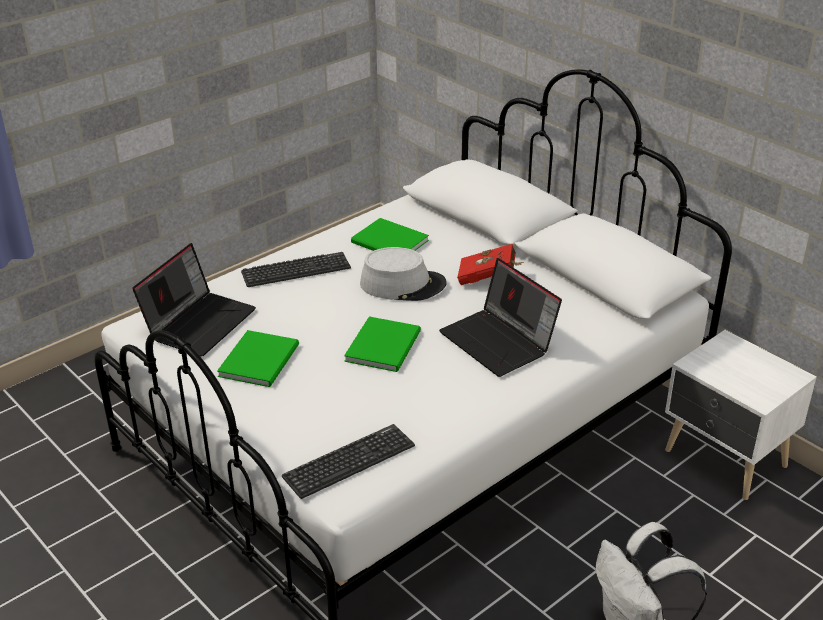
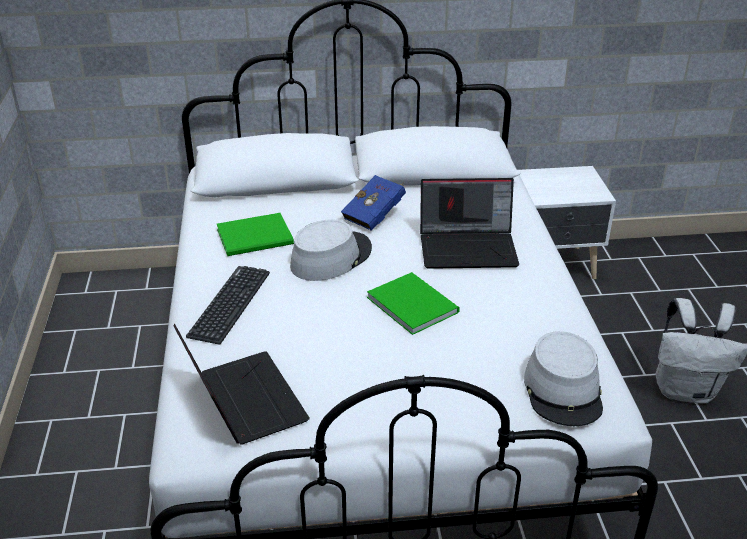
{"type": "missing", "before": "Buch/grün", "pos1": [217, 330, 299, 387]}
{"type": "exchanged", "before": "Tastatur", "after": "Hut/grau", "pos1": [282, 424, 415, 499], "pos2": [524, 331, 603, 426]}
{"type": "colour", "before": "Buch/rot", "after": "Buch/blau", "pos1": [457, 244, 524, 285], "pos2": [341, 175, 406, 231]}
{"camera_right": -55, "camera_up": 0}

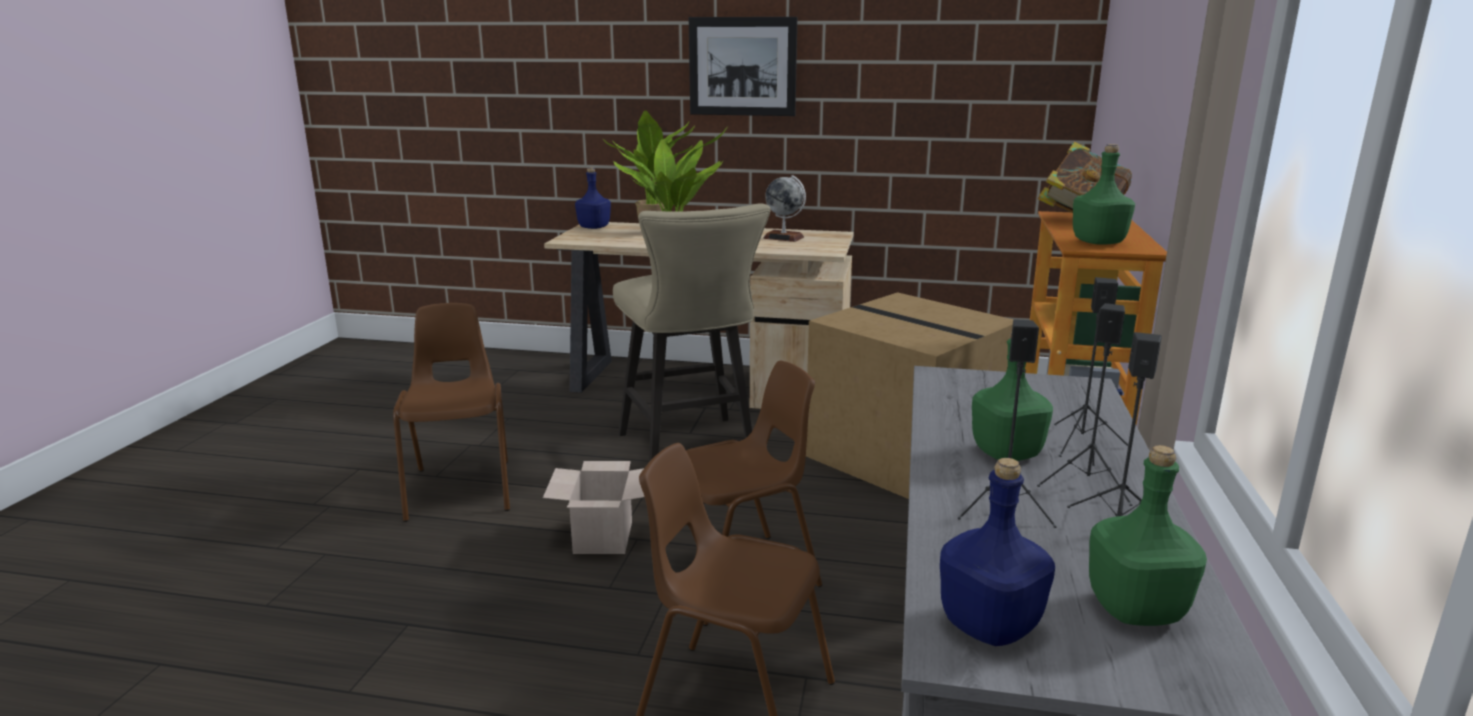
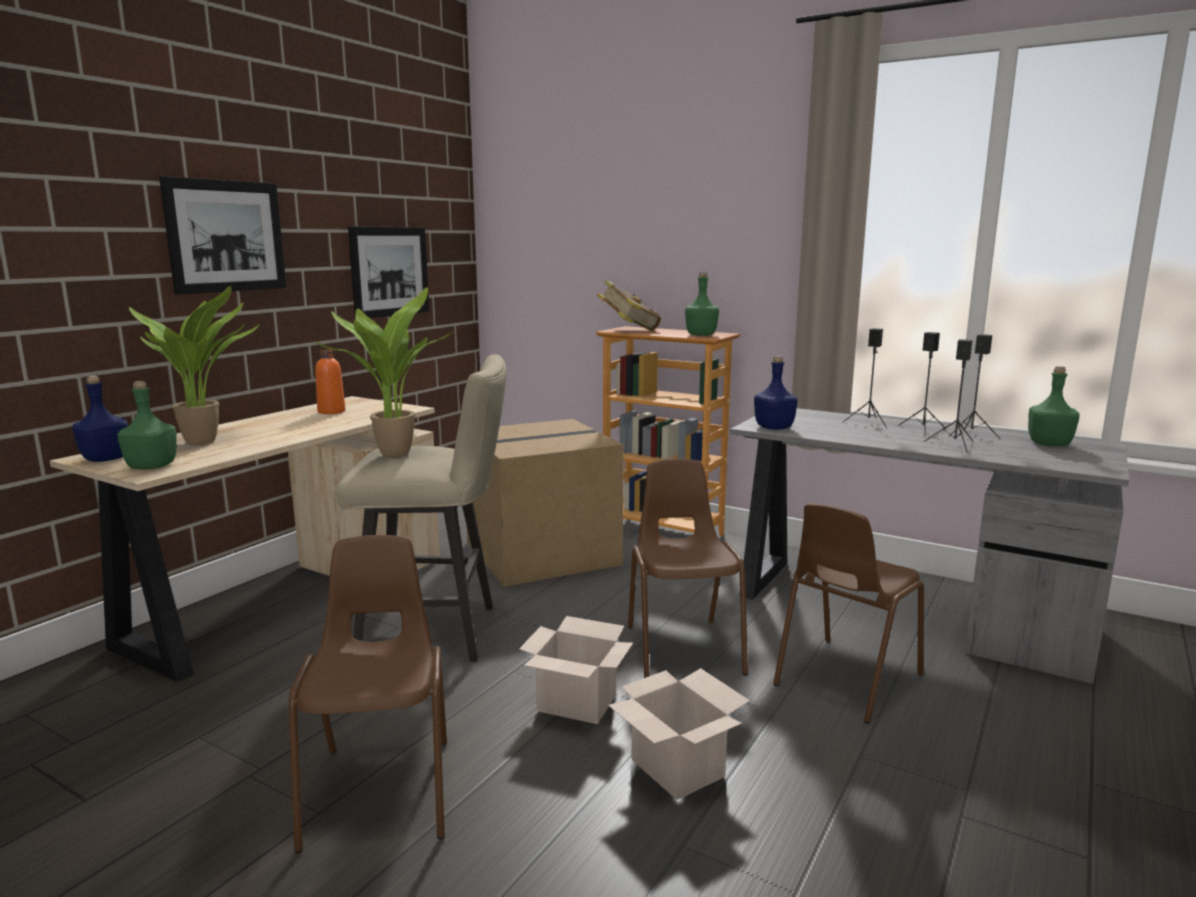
{"type": "appeared", "after": "Bild", "pos2": [348, 226, 429, 319]}
{"type": "appeared", "after": "Karton", "pos2": [608, 668, 750, 800]}
{"type": "relocated", "before": "Flasche/blau", "pos1": [940, 458, 1055, 646], "pos2": [754, 356, 798, 430]}
{"type": "relocated", "before": "Flasche/grün", "pos1": [972, 332, 1053, 461], "pos2": [117, 381, 177, 469]}
{"type": "exchanged", "before": "Globus", "after": "Flasche/orange", "pos1": [763, 175, 806, 242], "pos2": [315, 349, 345, 414]}
{"type": "spun", "before": "Stuhl/braun", "pos1": [393, 303, 510, 522], "pos2": [289, 535, 447, 853], "turn": 75}
{"camera_right": -70, "camera_up": -5}

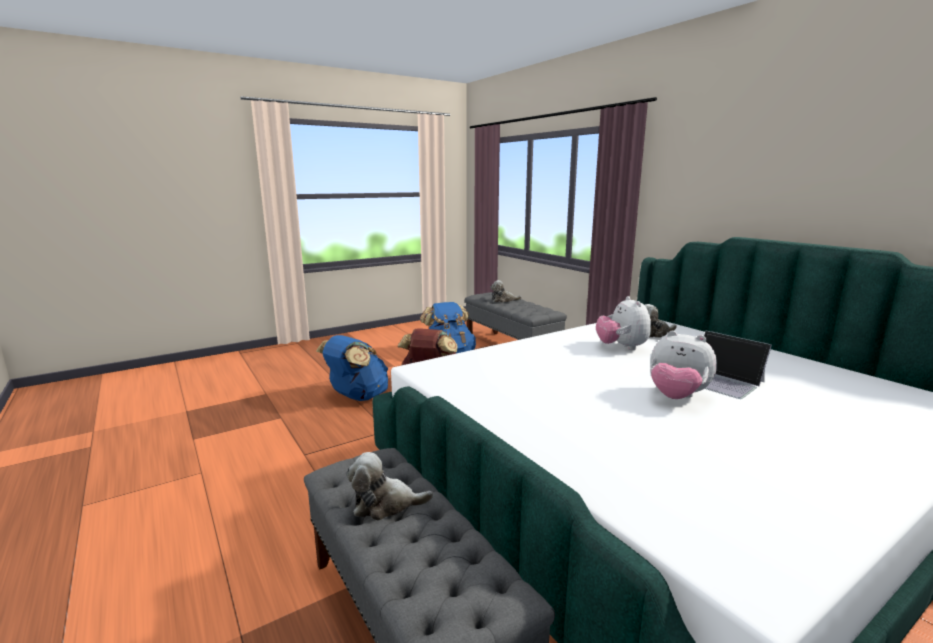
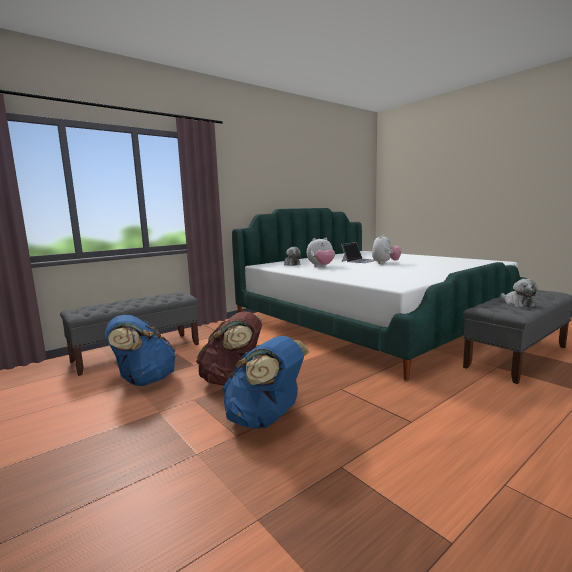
{"type": "missing", "before": "Plüschtier", "pos1": [490, 280, 522, 303]}
{"camera_right": -95, "camera_up": -5}

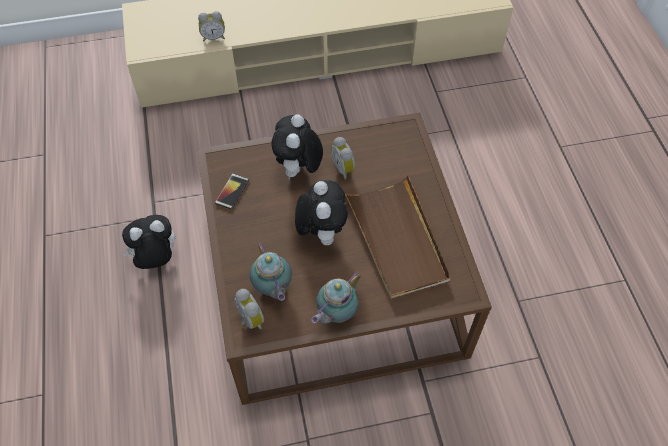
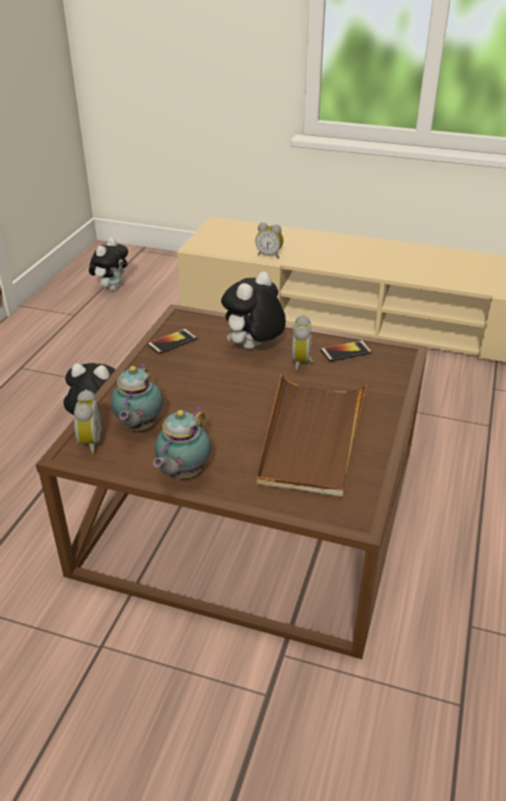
{"type": "appeared", "after": "Handy", "pos2": [321, 341, 372, 362]}
{"type": "relocated", "before": "Plüschtier", "pos1": [295, 180, 348, 245], "pos2": [89, 238, 128, 291]}
{"type": "spun", "before": "Teekanne", "pos1": [311, 272, 361, 324], "pos2": [153, 407, 211, 479], "turn": -45}
{"camera_right": 30, "camera_up": -20}

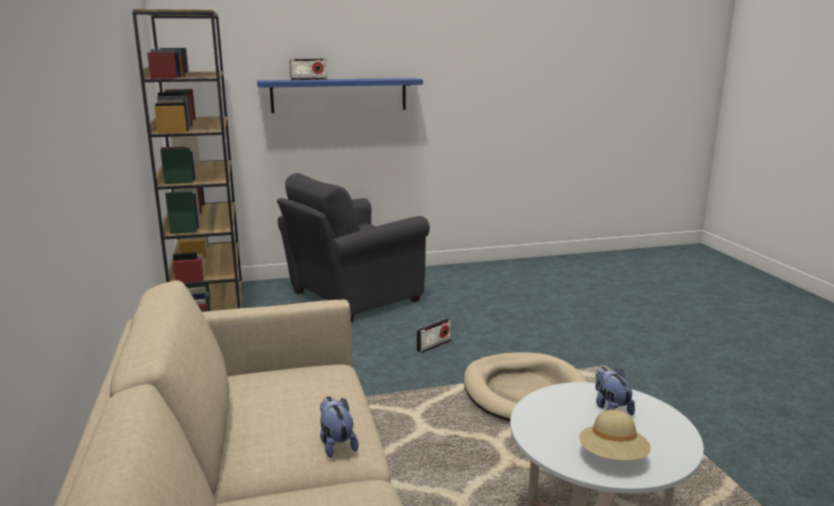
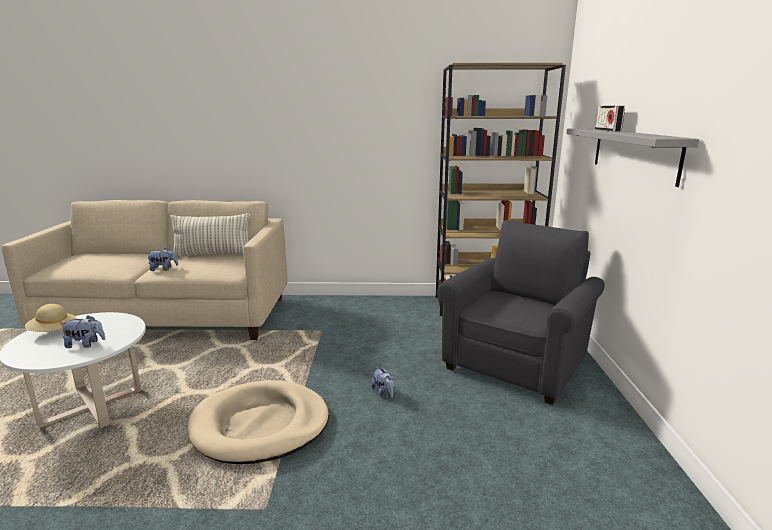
{"type": "appeared", "after": "Kissen", "pos2": [170, 213, 250, 258]}
{"type": "exchanged", "before": "Radio", "after": "Plüschtier", "pos1": [416, 318, 451, 353], "pos2": [371, 366, 394, 398]}
{"type": "colour", "before": "Wandregal/blau", "after": "Wandregal/grau", "pos1": [257, 78, 423, 113], "pos2": [566, 129, 699, 187]}
{"type": "spun", "before": "Sessel/grau", "pos1": [277, 173, 430, 322], "pos2": [438, 220, 605, 405], "turn": 60}
{"camera_right": 105, "camera_up": 0}

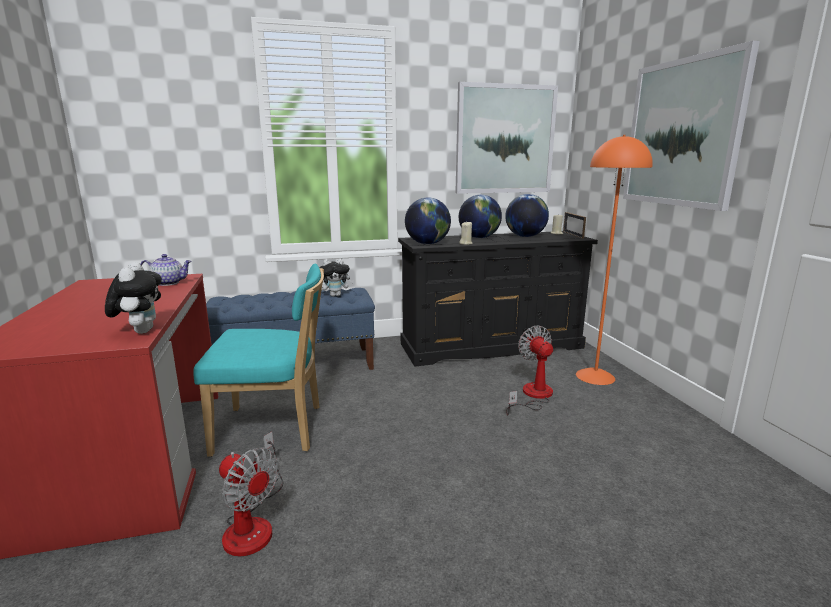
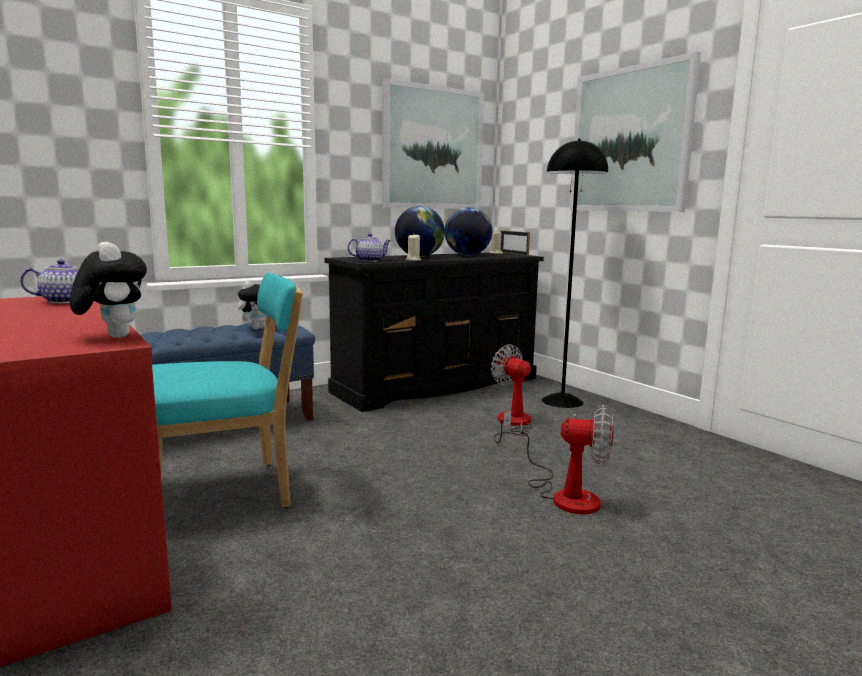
{"type": "relocated", "before": "Ventilator", "pos1": [219, 432, 283, 557], "pos2": [520, 405, 614, 514]}
{"type": "exchanged", "before": "Globus", "after": "Teekanne", "pos1": [405, 197, 451, 244], "pos2": [347, 233, 391, 262]}
{"type": "colour", "before": "Stehlampe/orange", "after": "Stehlampe/schwarz", "pos1": [576, 135, 653, 385], "pos2": [542, 139, 608, 408]}
{"camera_right": -20, "camera_up": -5}

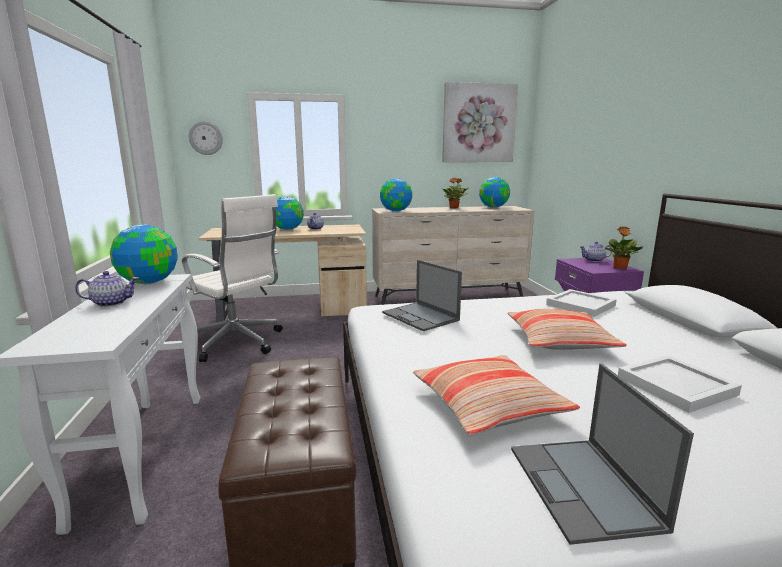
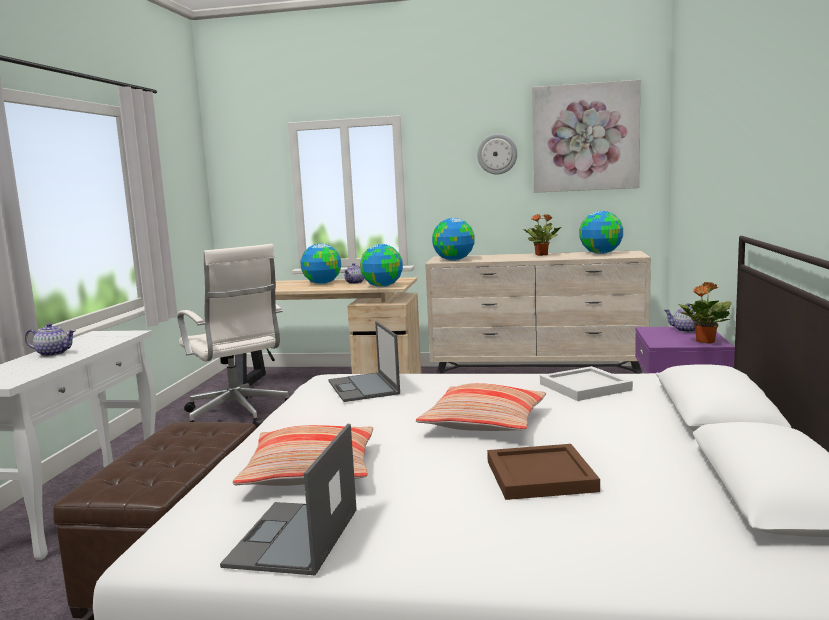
{"type": "relocated", "before": "Globus", "pos1": [110, 224, 178, 284], "pos2": [360, 244, 403, 287]}
{"type": "relocated", "before": "Wanduhr", "pos1": [189, 121, 223, 155], "pos2": [477, 134, 517, 175]}
{"type": "colour", "before": "Tablett/weiß", "after": "Tablett/braun", "pos1": [618, 355, 742, 413], "pos2": [487, 444, 600, 500]}
{"camera_right": 20, "camera_up": -5}

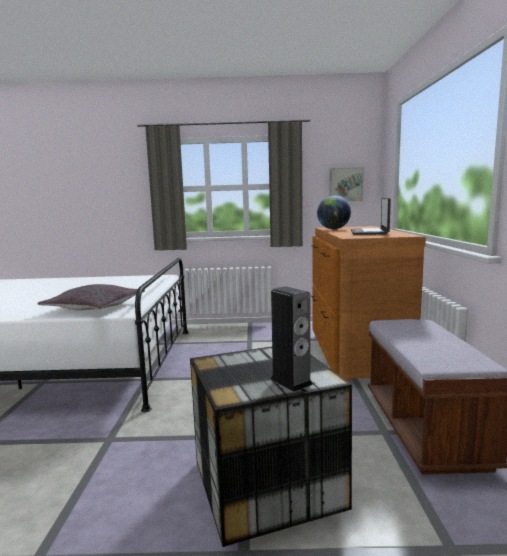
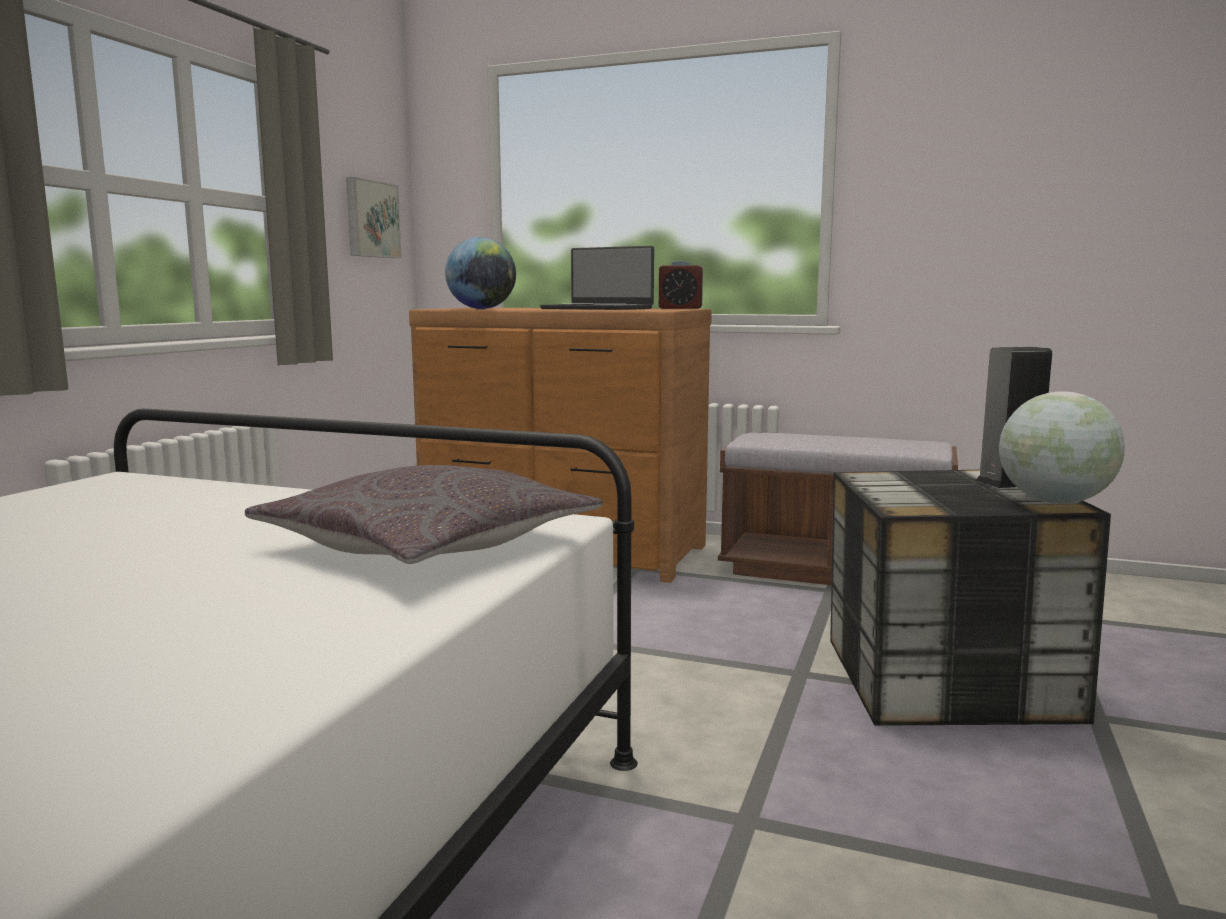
{"type": "appeared", "after": "Wecker", "pos2": [659, 261, 703, 309]}
{"type": "appeared", "after": "Globus", "pos2": [999, 391, 1125, 504]}
{"camera_right": -70, "camera_up": 0}

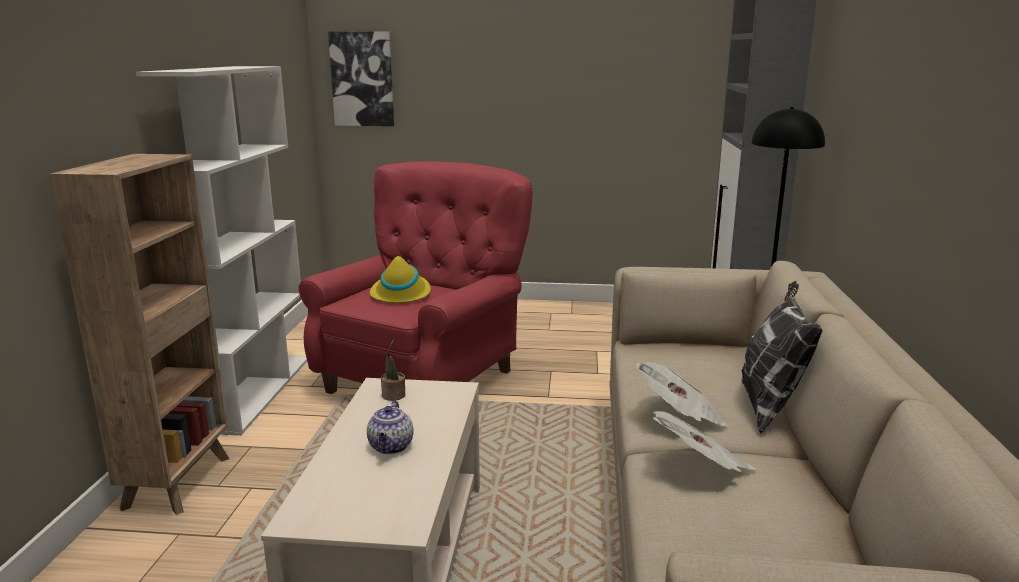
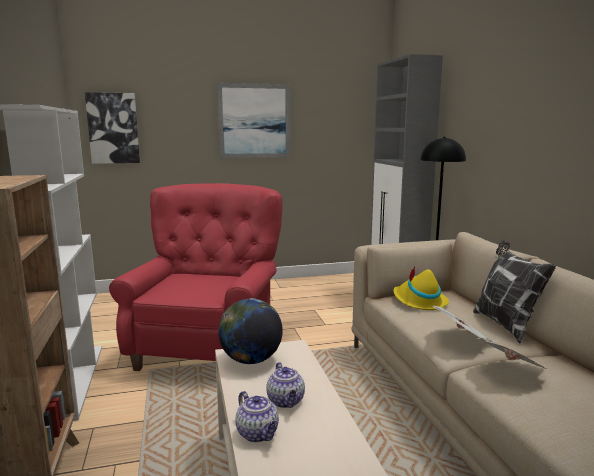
{"type": "appeared", "after": "Bild", "pos2": [217, 83, 290, 158]}
{"type": "appeared", "after": "Teekanne", "pos2": [235, 391, 279, 442]}
{"type": "relocated", "before": "Hut/gelb", "pos1": [370, 250, 431, 304], "pos2": [393, 267, 449, 310]}
{"type": "exchanged", "before": "Topfpflanze", "after": "Globus", "pos1": [381, 340, 405, 401], "pos2": [218, 298, 283, 364]}
{"camera_right": -20, "camera_up": -5}

